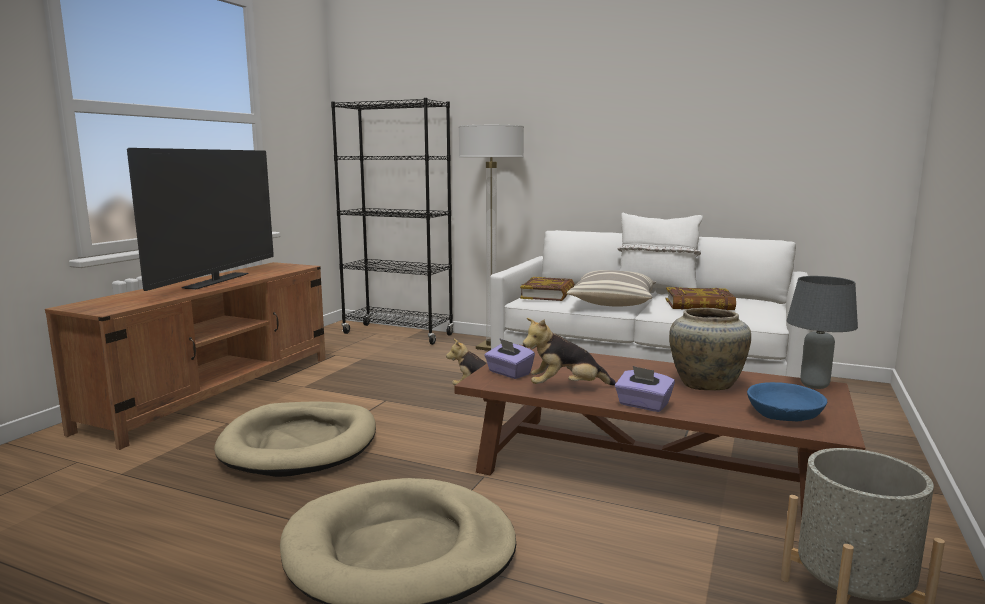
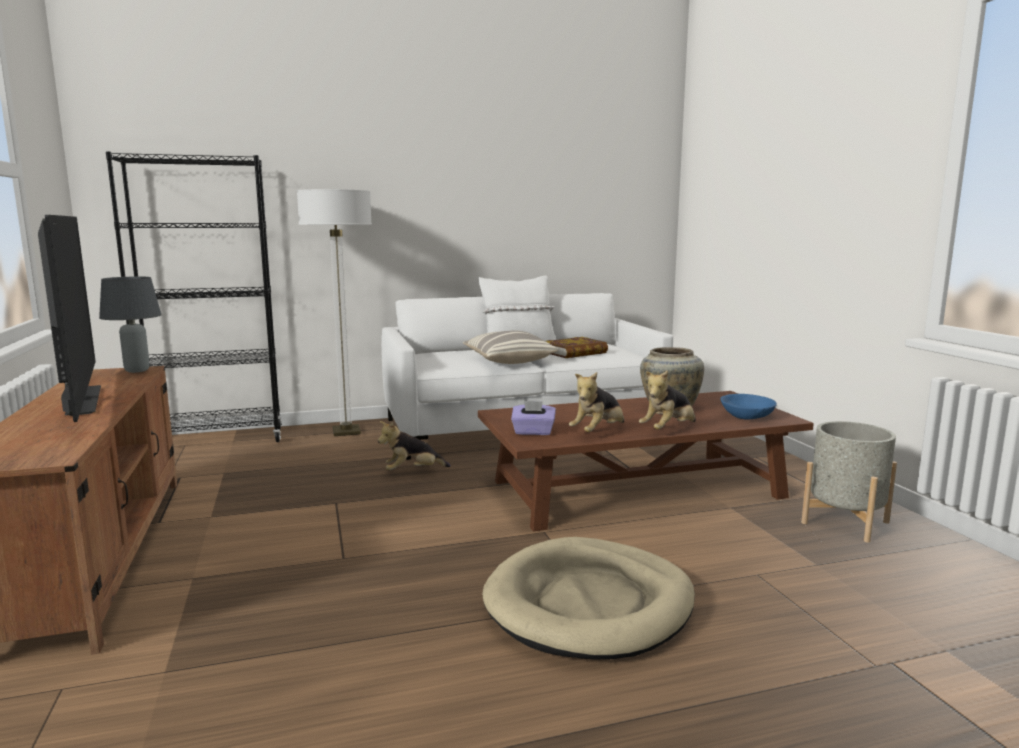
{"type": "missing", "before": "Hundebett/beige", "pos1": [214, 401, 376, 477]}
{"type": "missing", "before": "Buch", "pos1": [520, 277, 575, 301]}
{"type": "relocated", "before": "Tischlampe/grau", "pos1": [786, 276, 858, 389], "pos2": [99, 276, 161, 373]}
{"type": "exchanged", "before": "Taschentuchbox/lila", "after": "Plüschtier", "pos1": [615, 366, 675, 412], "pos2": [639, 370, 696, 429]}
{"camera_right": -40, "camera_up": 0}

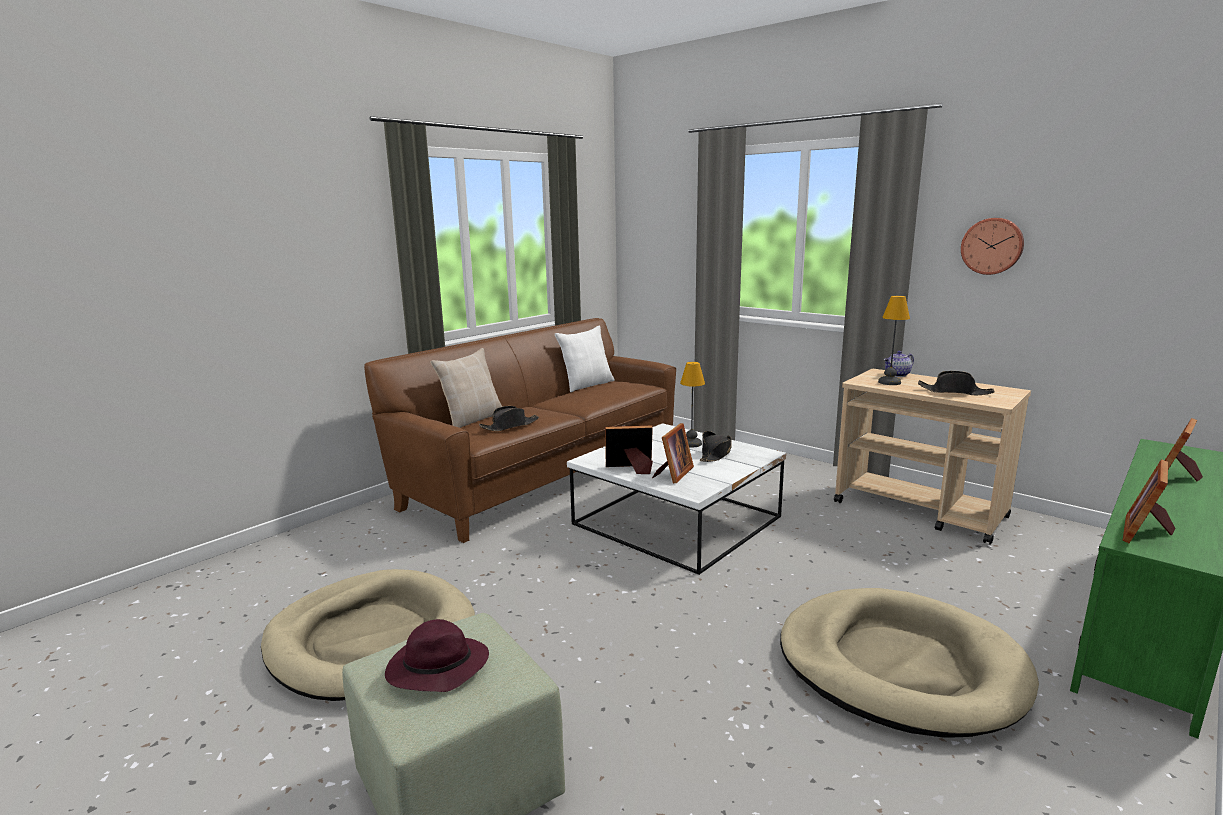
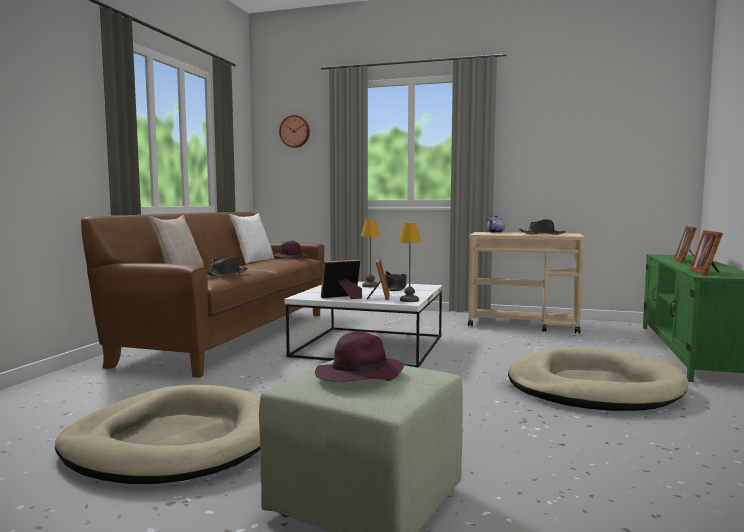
{"type": "appeared", "after": "Hut/lila", "pos2": [273, 240, 308, 259]}
{"type": "relocated", "before": "Tischlampe", "pos1": [878, 296, 910, 385], "pos2": [399, 223, 421, 302]}
{"type": "relocated", "before": "Wanduhr", "pos1": [961, 218, 1024, 275], "pos2": [279, 115, 310, 148]}
{"camera_right": -25, "camera_up": -10}

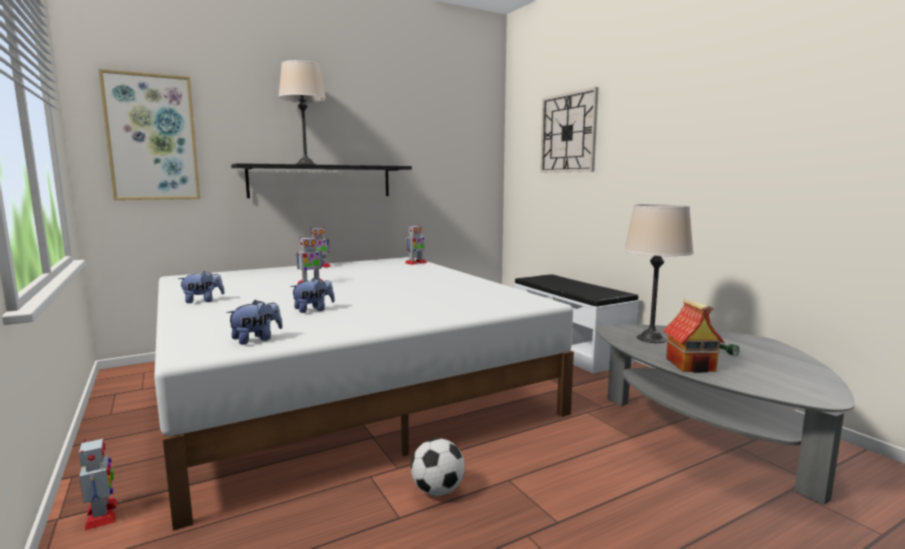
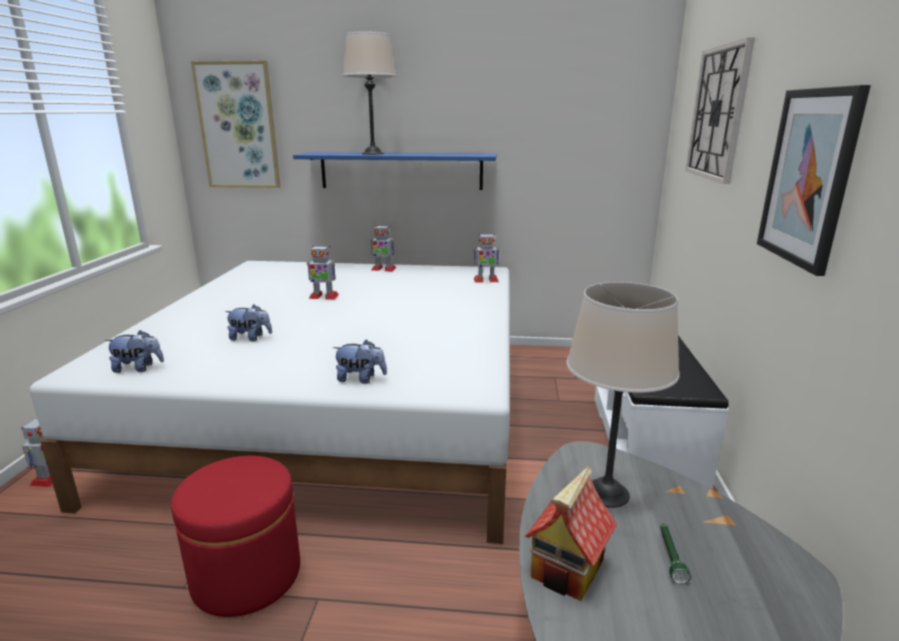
{"type": "appeared", "after": "Bild", "pos2": [757, 85, 871, 276]}
{"type": "relocated", "before": "Plüschtier", "pos1": [178, 271, 225, 303], "pos2": [333, 340, 387, 384]}
{"type": "exchanged", "before": "Fußball", "after": "Polsterhocker/rot", "pos1": [411, 438, 465, 496], "pos2": [171, 456, 300, 617]}
{"type": "colour", "before": "Wandregal/schwarz", "after": "Wandregal/blau", "pos1": [231, 163, 412, 198], "pos2": [293, 152, 497, 190]}
{"camera_right": 35, "camera_up": 10}

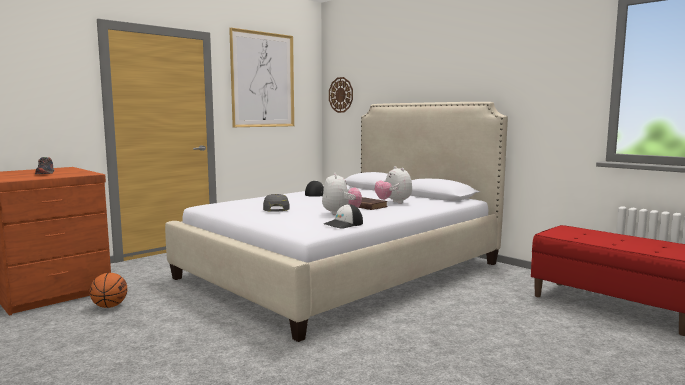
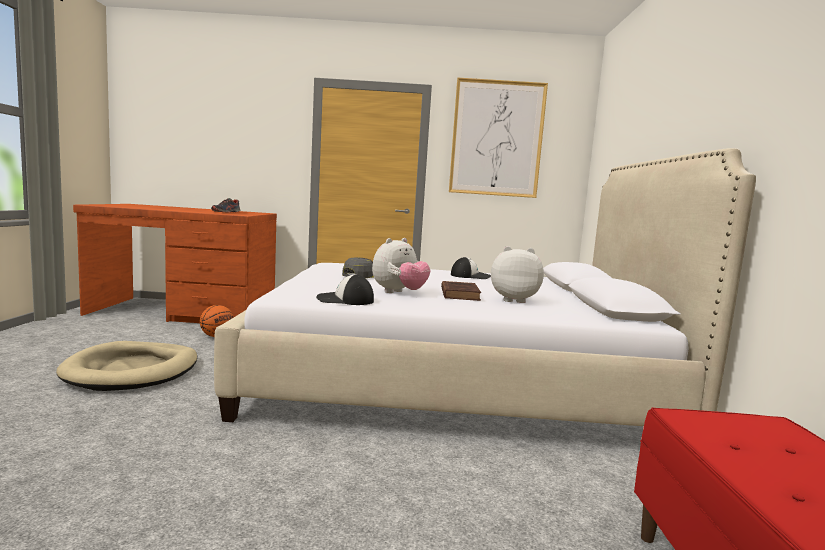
{"type": "missing", "before": "Wanduhr", "pos1": [329, 77, 353, 113]}
{"type": "appeared", "after": "Hundebett/beige", "pos2": [56, 341, 197, 391]}
{"type": "spun", "before": "Plüschtier", "pos1": [375, 166, 412, 204], "pos2": [491, 246, 544, 303], "turn": 75}
{"camera_right": 45, "camera_up": 0}

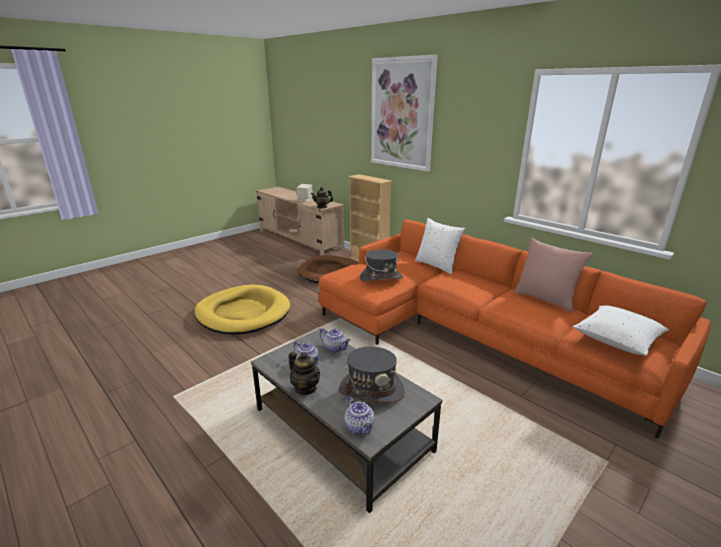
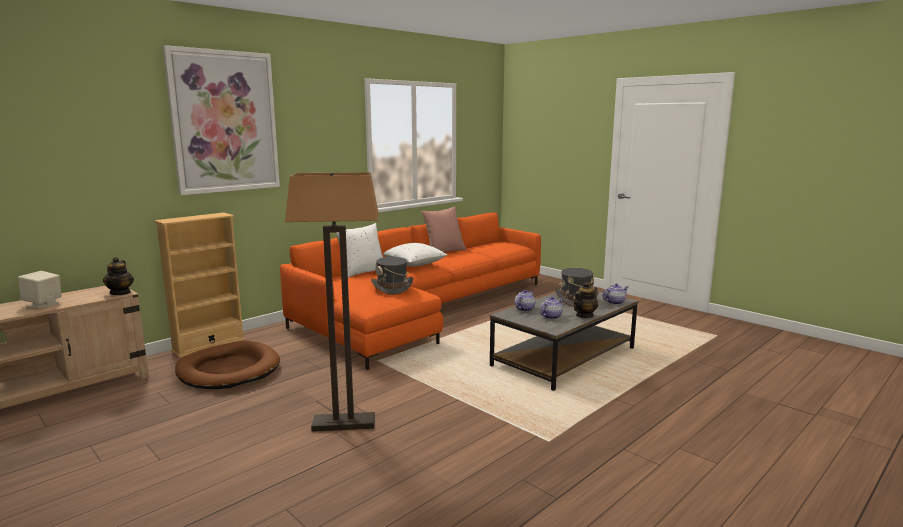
{"type": "relocated", "before": "Kissen/weiß", "pos1": [573, 305, 669, 356], "pos2": [384, 243, 447, 266]}
{"type": "exchanged", "before": "Hundebett/gelb", "after": "Stehlampe", "pos1": [194, 285, 290, 334], "pos2": [285, 172, 379, 432]}
{"camera_right": -90, "camera_up": -10}

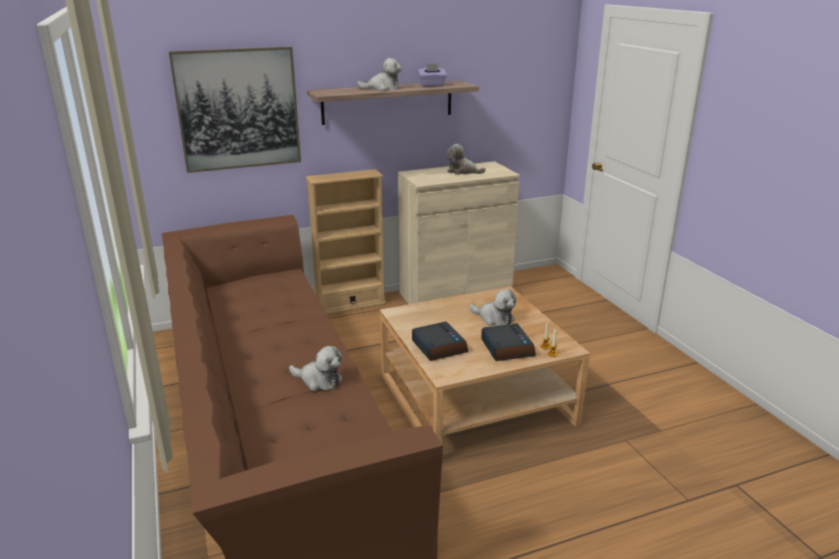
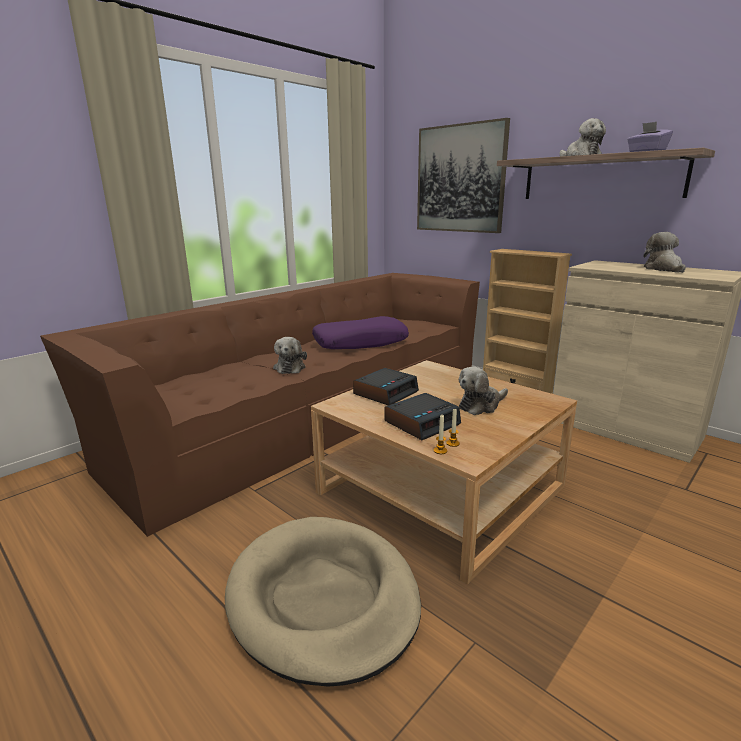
{"type": "appeared", "after": "Hundebett/beige", "pos2": [225, 517, 421, 687]}
{"type": "appeared", "after": "Kissen/lila", "pos2": [312, 316, 409, 349]}
{"type": "spun", "before": "Plüschtier", "pos1": [470, 289, 516, 326], "pos2": [459, 367, 508, 415], "turn": 45}
{"camera_right": 65, "camera_up": -5}

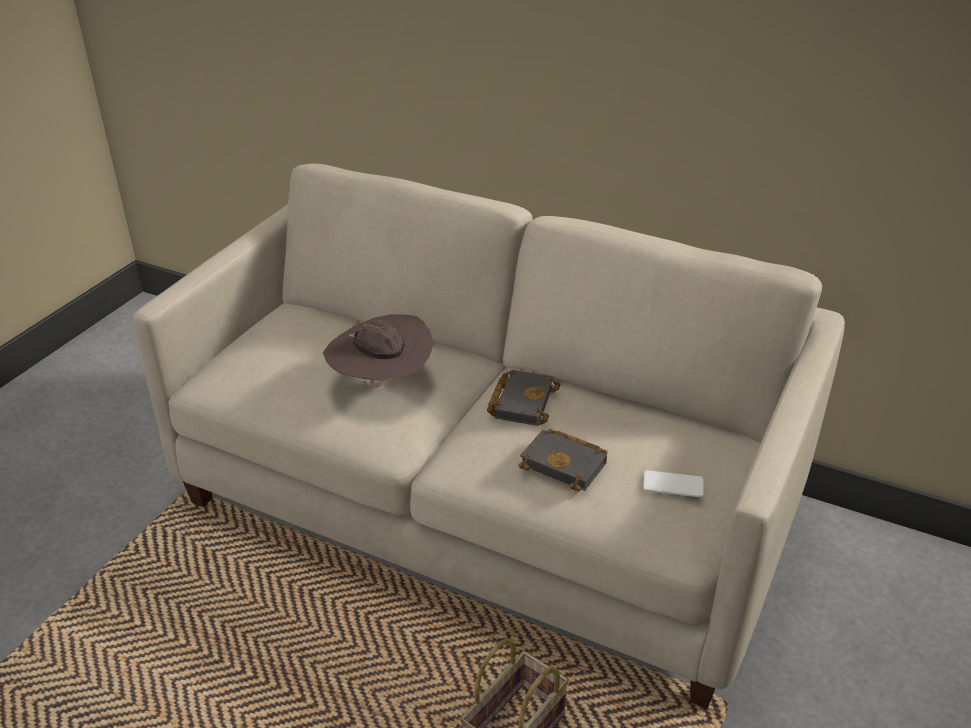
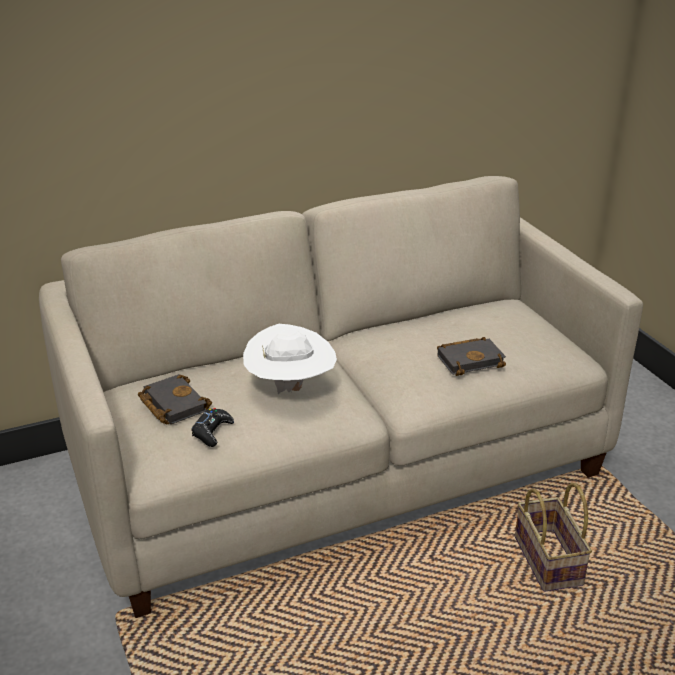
{"type": "missing", "before": "Handy", "pos1": [643, 470, 704, 497]}
{"type": "appeared", "after": "Gamepad/schwarz", "pos2": [191, 408, 234, 447]}
{"type": "relocated", "before": "Buch/schwarz", "pos1": [487, 370, 561, 426], "pos2": [138, 374, 212, 424]}
{"type": "colour", "before": "Hut/braun", "after": "Hut/weiß", "pos1": [323, 314, 434, 388], "pos2": [243, 324, 337, 394]}
{"camera_right": -50, "camera_up": -5}

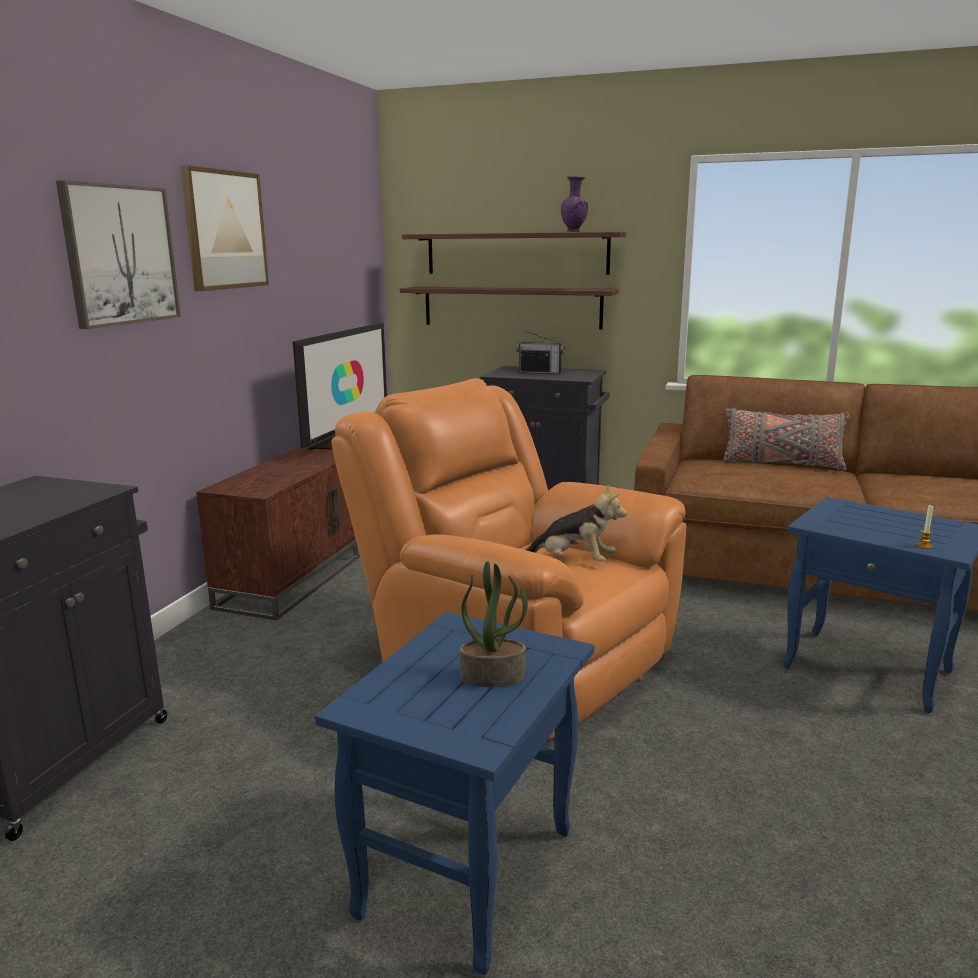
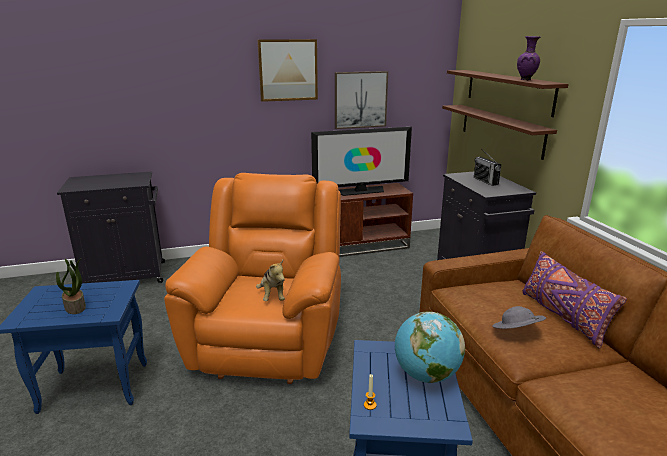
{"type": "appeared", "after": "Globus", "pos2": [395, 311, 465, 383]}
{"type": "appeared", "after": "Hut/grau", "pos2": [492, 306, 546, 329]}
{"type": "relocated", "before": "Bild", "pos1": [56, 180, 181, 329], "pos2": [335, 71, 388, 129]}
{"type": "colour", "before": "Kissen/grau", "after": "Kissen/lila", "pos1": [723, 408, 850, 471], "pos2": [522, 251, 627, 349]}
{"camera_right": 55, "camera_up": 5}

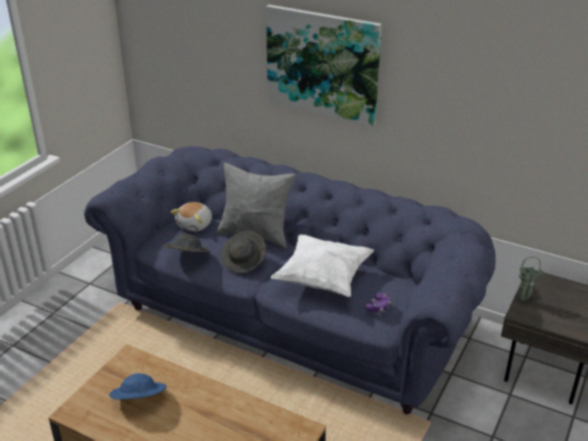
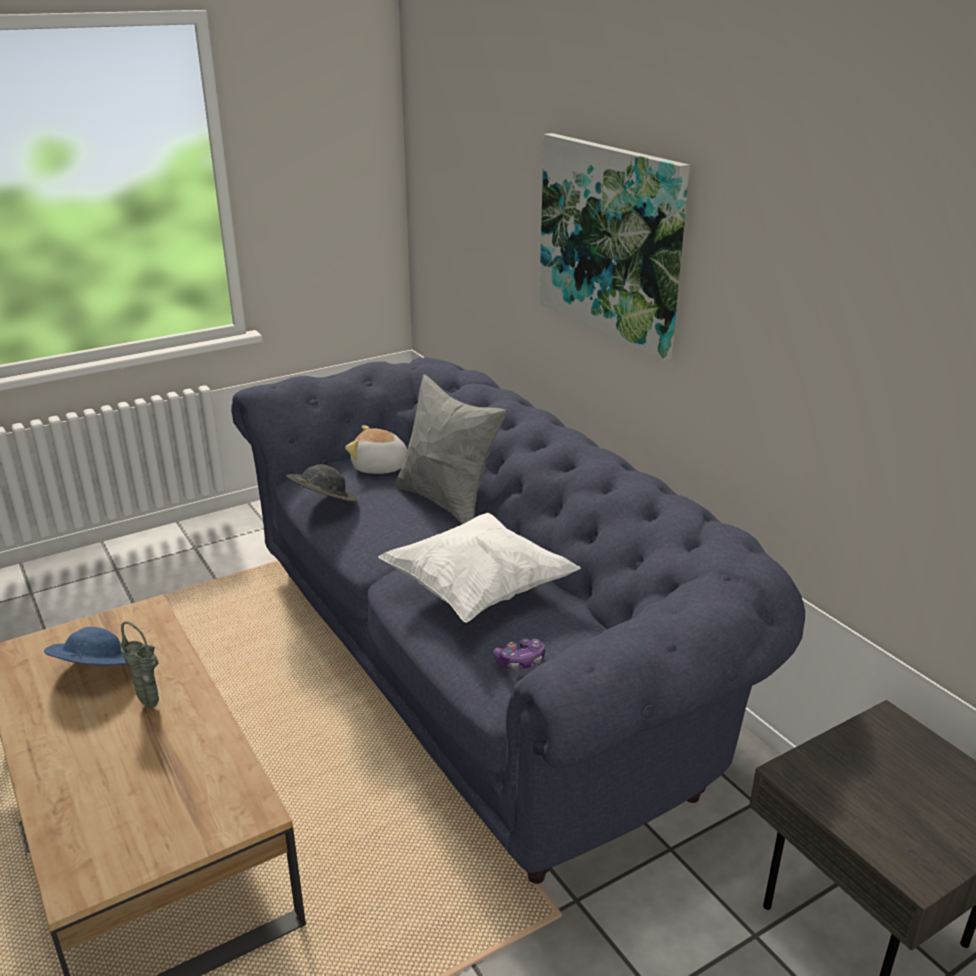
{"type": "missing", "before": "Hut/grau", "pos1": [221, 231, 266, 273]}
{"type": "relocated", "before": "Vase/grün", "pos1": [519, 256, 544, 301], "pos2": [120, 621, 159, 708]}
{"type": "spun", "before": "Plüschtier", "pos1": [171, 202, 212, 232], "pos2": [345, 425, 407, 474], "turn": 45}
{"camera_right": 30, "camera_up": -5}

